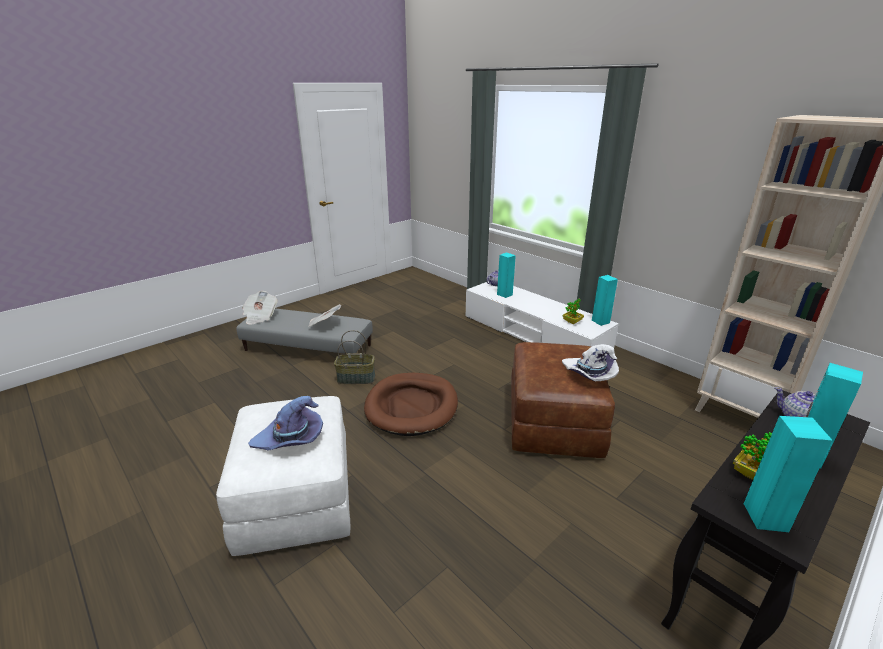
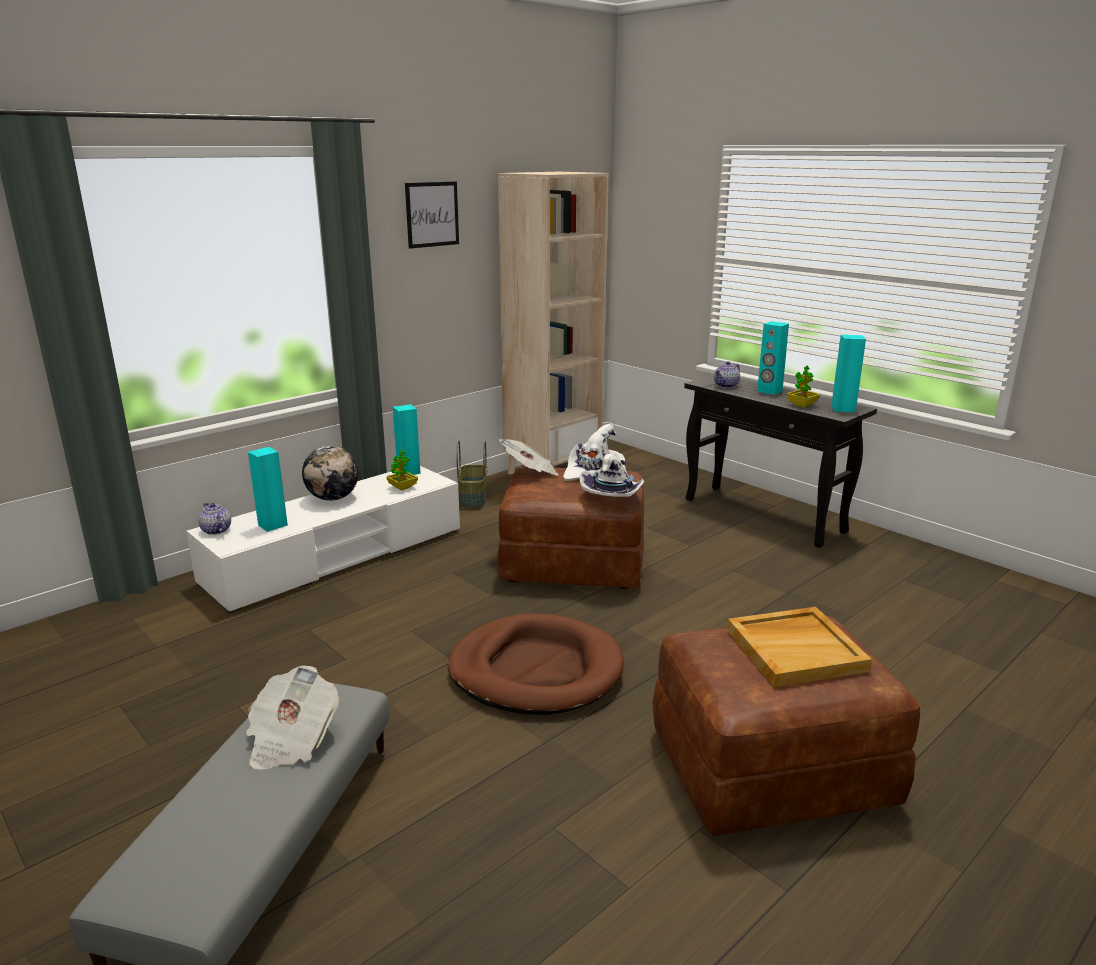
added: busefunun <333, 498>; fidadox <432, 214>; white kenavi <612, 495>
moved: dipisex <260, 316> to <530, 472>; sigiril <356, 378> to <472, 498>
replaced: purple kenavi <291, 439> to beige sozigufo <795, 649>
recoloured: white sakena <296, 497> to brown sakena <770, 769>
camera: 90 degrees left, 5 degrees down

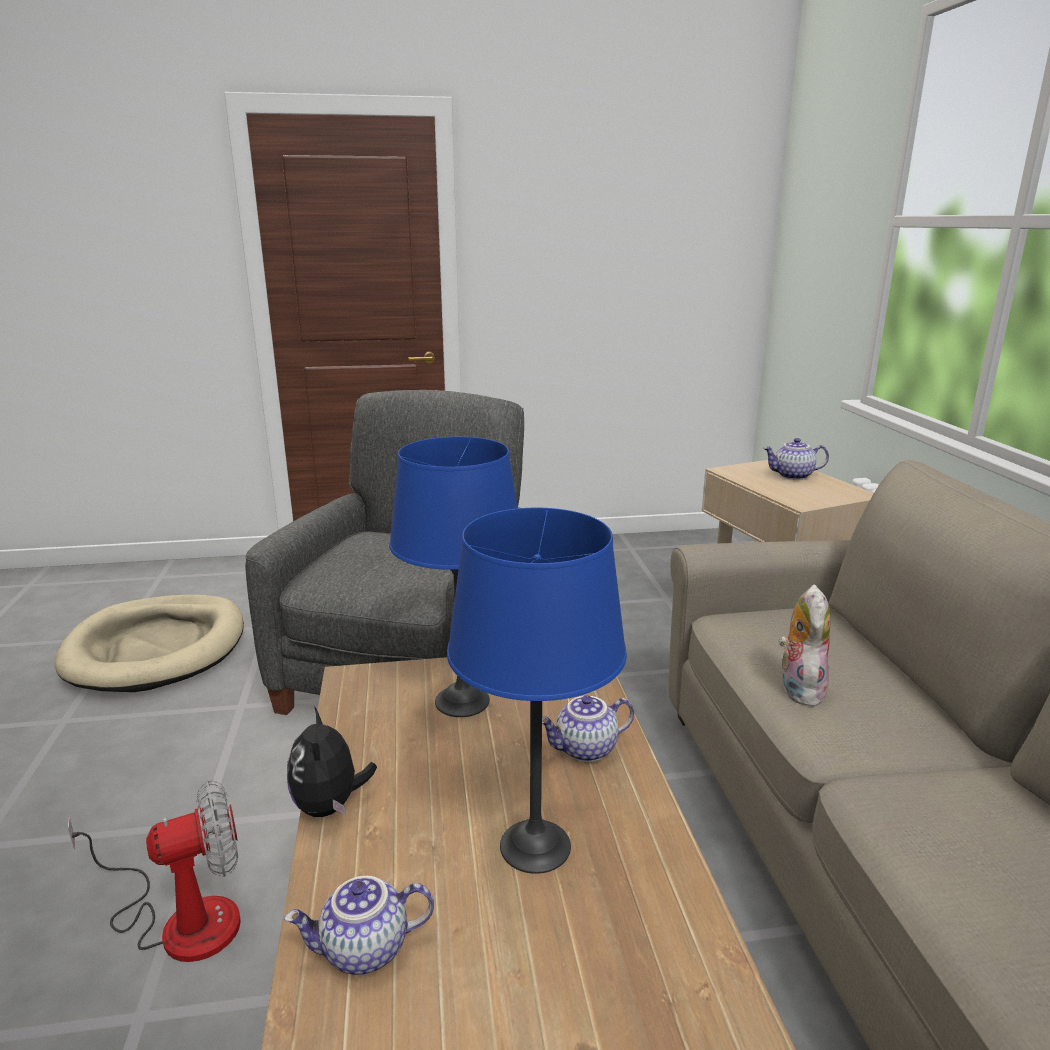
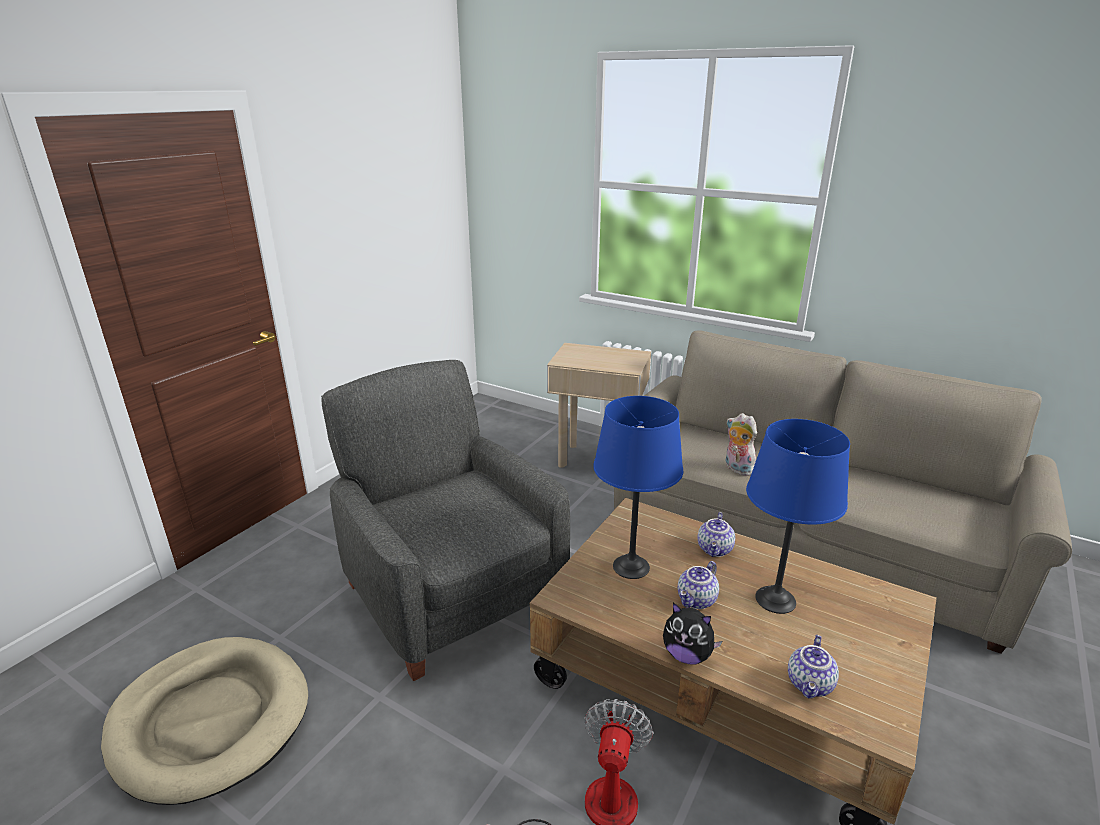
moved: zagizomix <792, 476> to <697, 600>
camera: 50 degrees left, 5 degrees up

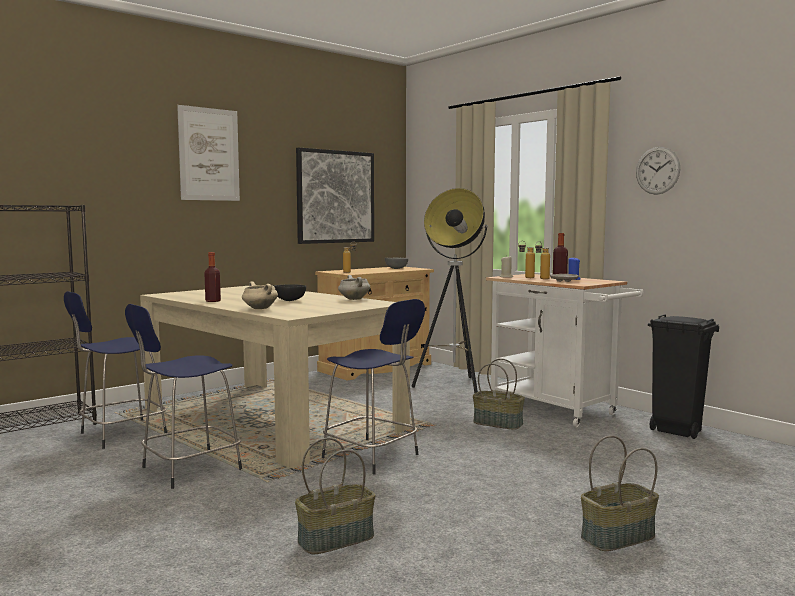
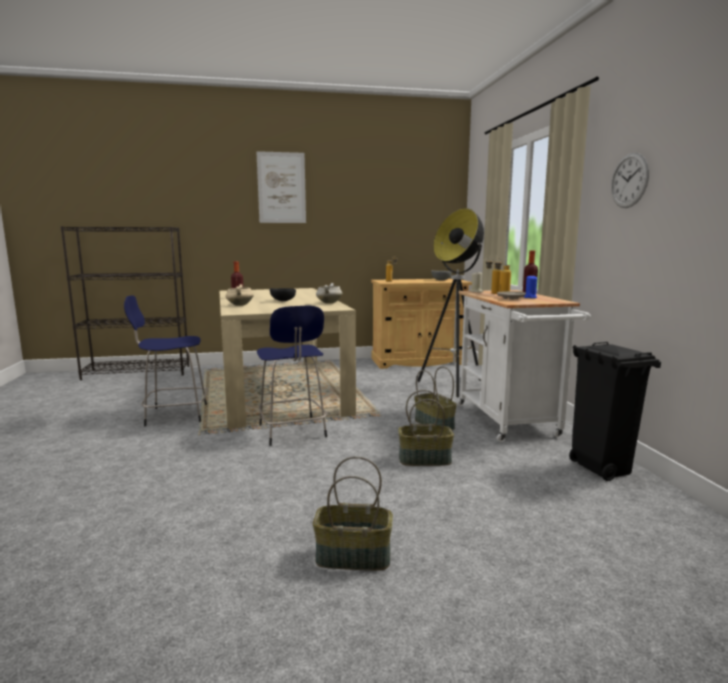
removed: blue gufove <120, 434>; fidadox <335, 197>
moved: sigiril <336, 538> to <425, 459>
camera: 30 degrees right, 5 degrees up

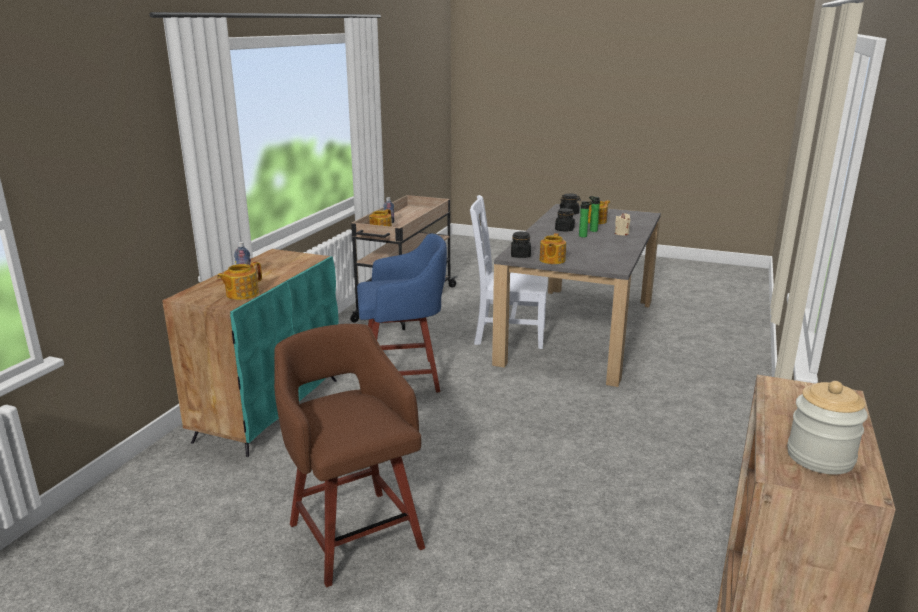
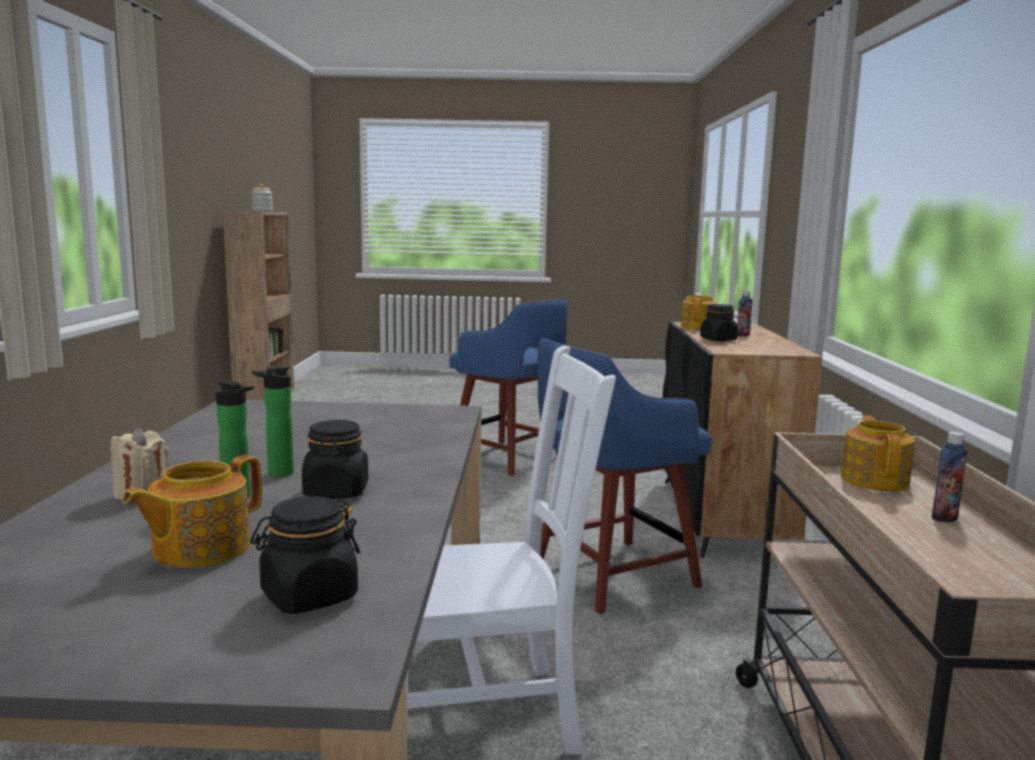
removed: zagizomix <551, 260>
moved: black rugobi <520, 255> to <718, 340>
recoloured: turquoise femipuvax <269, 408> to black femipuvax <722, 517>; brown gufove <354, 532> to blue gufove <508, 458>
camera: 160 degrees right, 10 degrees down

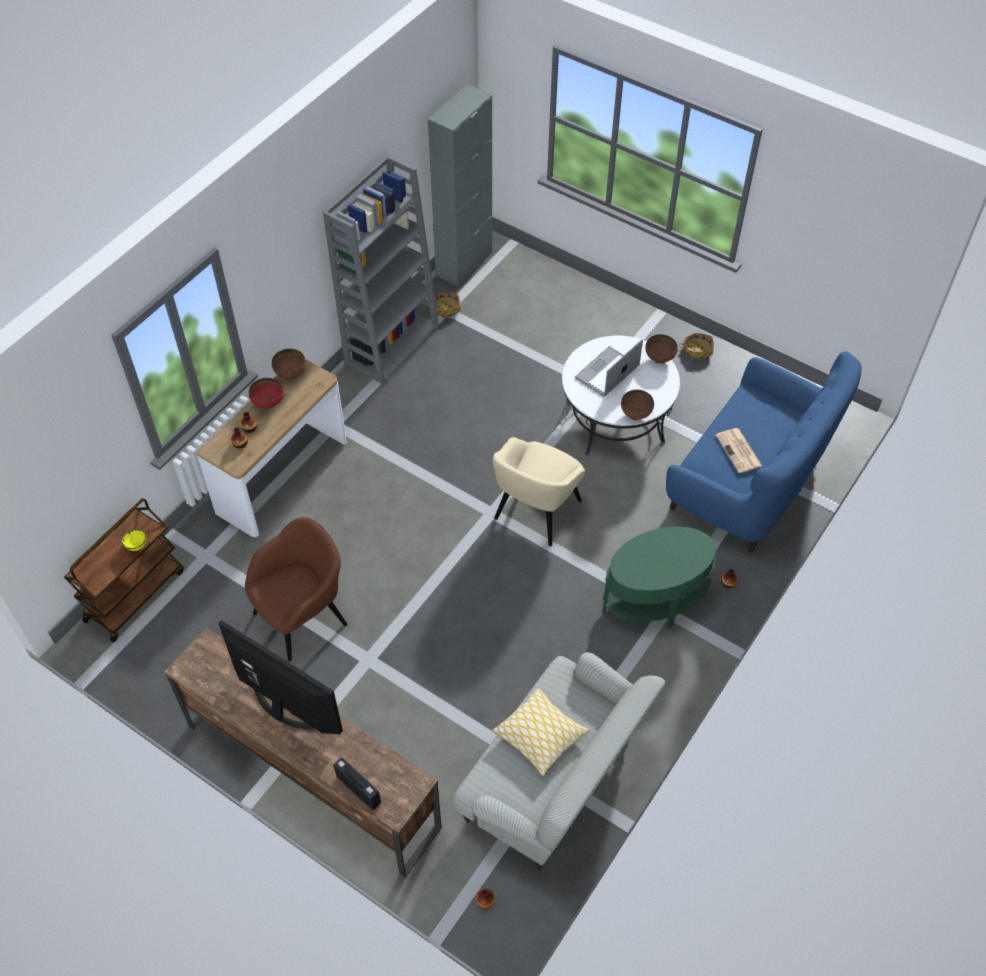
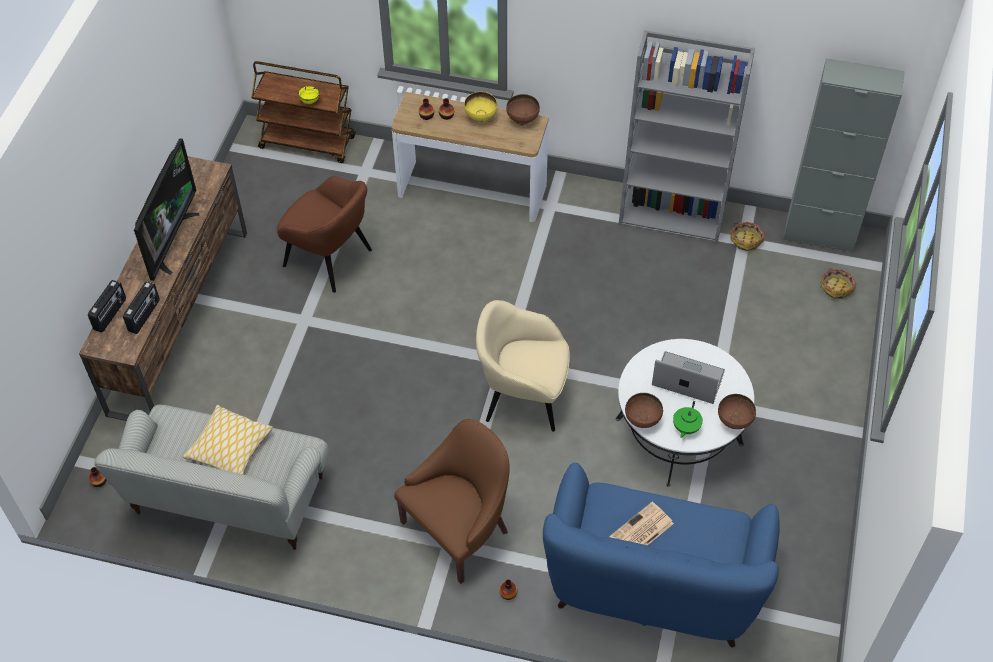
added: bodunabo <144, 316>; green zagizomix <685, 428>
moved: sigiril <697, 350> to <836, 287>
replaced: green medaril <654, 599> to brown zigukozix <459, 529>
recoloured: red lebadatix <268, 403> to yellow lebadatix <480, 117>
camera: 70 degrees right, 0 degrees up

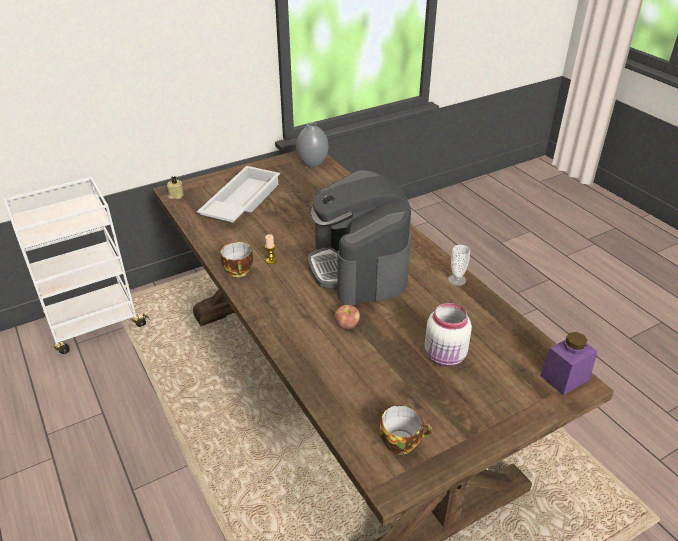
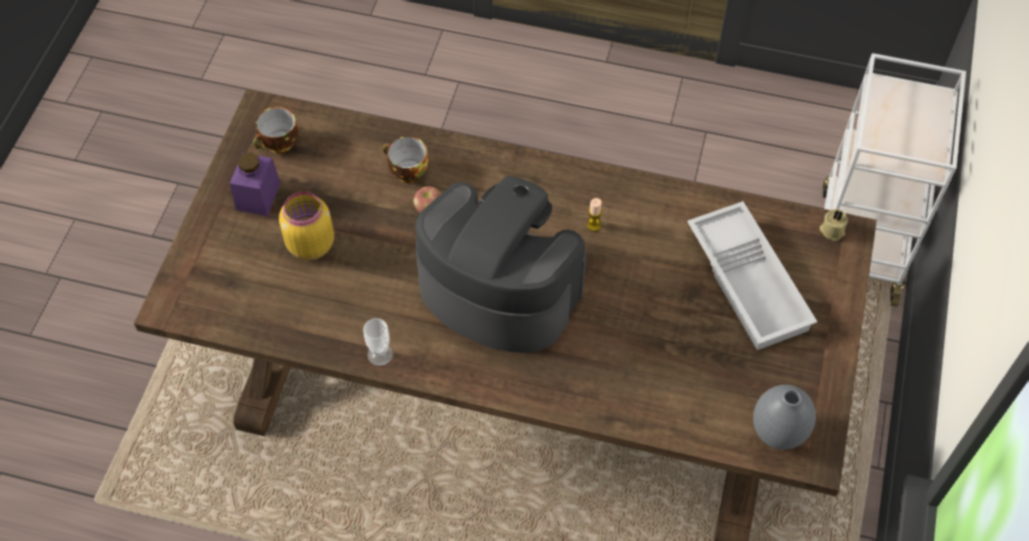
moved: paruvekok <239, 271> to <406, 171>; purple rugobi <564, 377> to <258, 196>
recoloured: white rugobi <445, 357> to yellow rugobi <309, 244>
camera: 135 degrees right, 20 degrees up

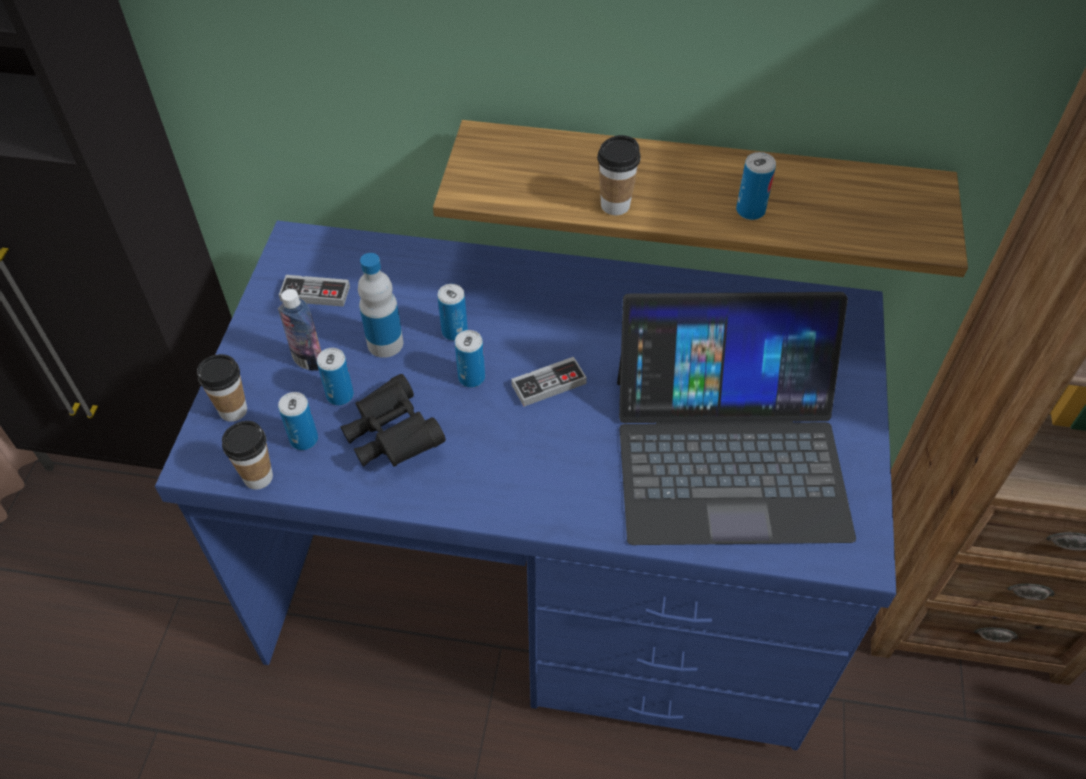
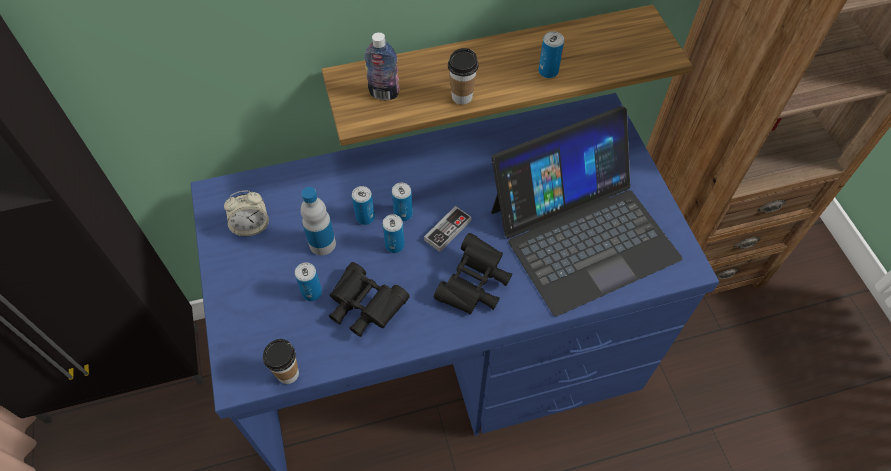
removed: paruvekok <233, 410>
added: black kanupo <474, 285>
moved: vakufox <308, 360> to <384, 94>; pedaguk <304, 439> to <403, 214>
replaced: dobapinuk <315, 293> to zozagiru <251, 226>
camera: 25 degrees left, 5 degrees up

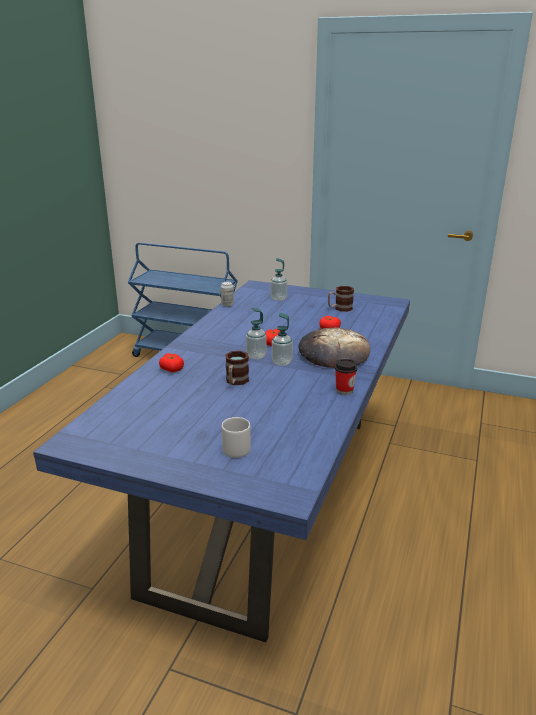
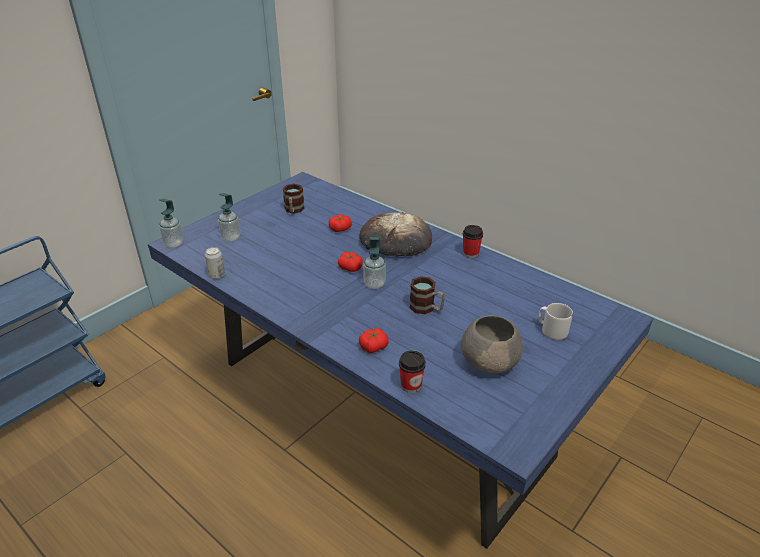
added: paruvekok <411, 385>; grey lebadatix <490, 361>
moved: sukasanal <282, 362> to <174, 243>
camera: 70 degrees left, 10 degrees up

